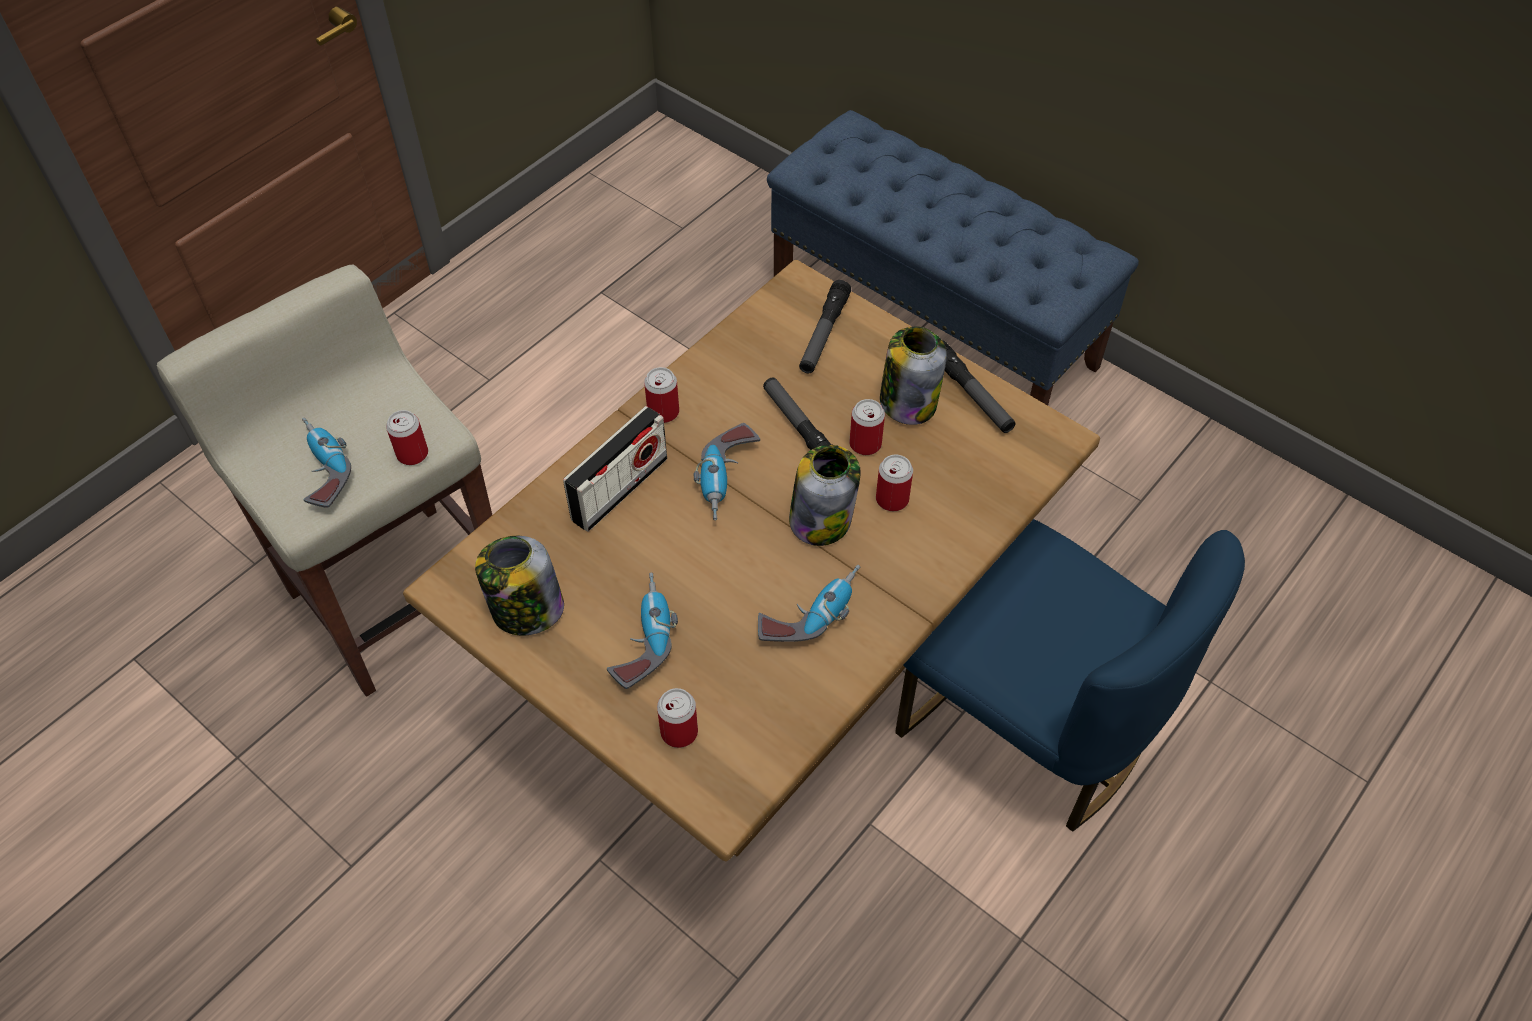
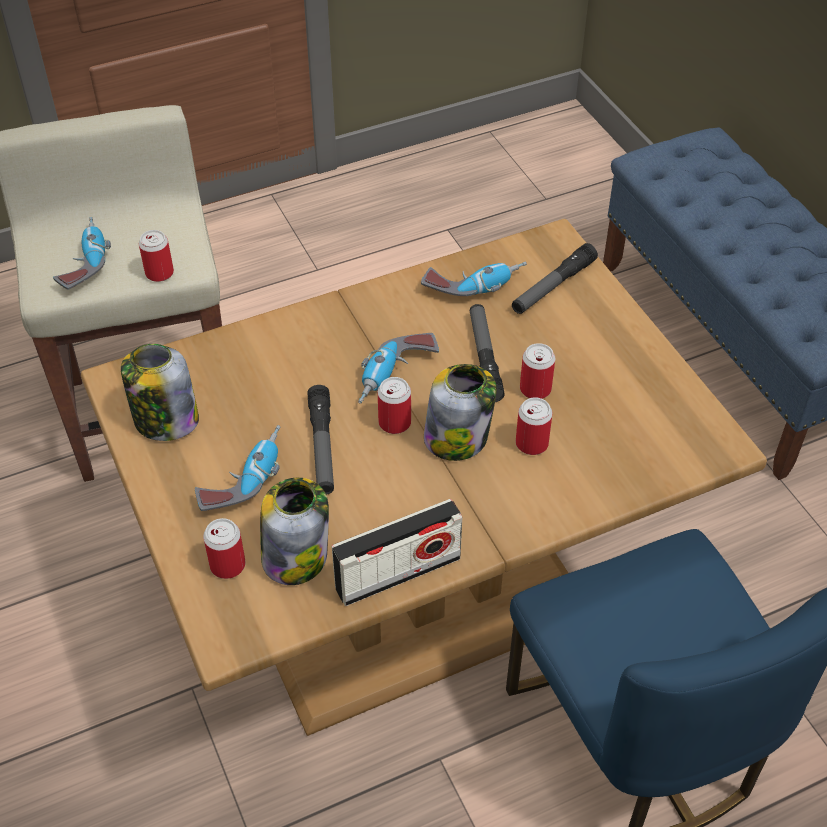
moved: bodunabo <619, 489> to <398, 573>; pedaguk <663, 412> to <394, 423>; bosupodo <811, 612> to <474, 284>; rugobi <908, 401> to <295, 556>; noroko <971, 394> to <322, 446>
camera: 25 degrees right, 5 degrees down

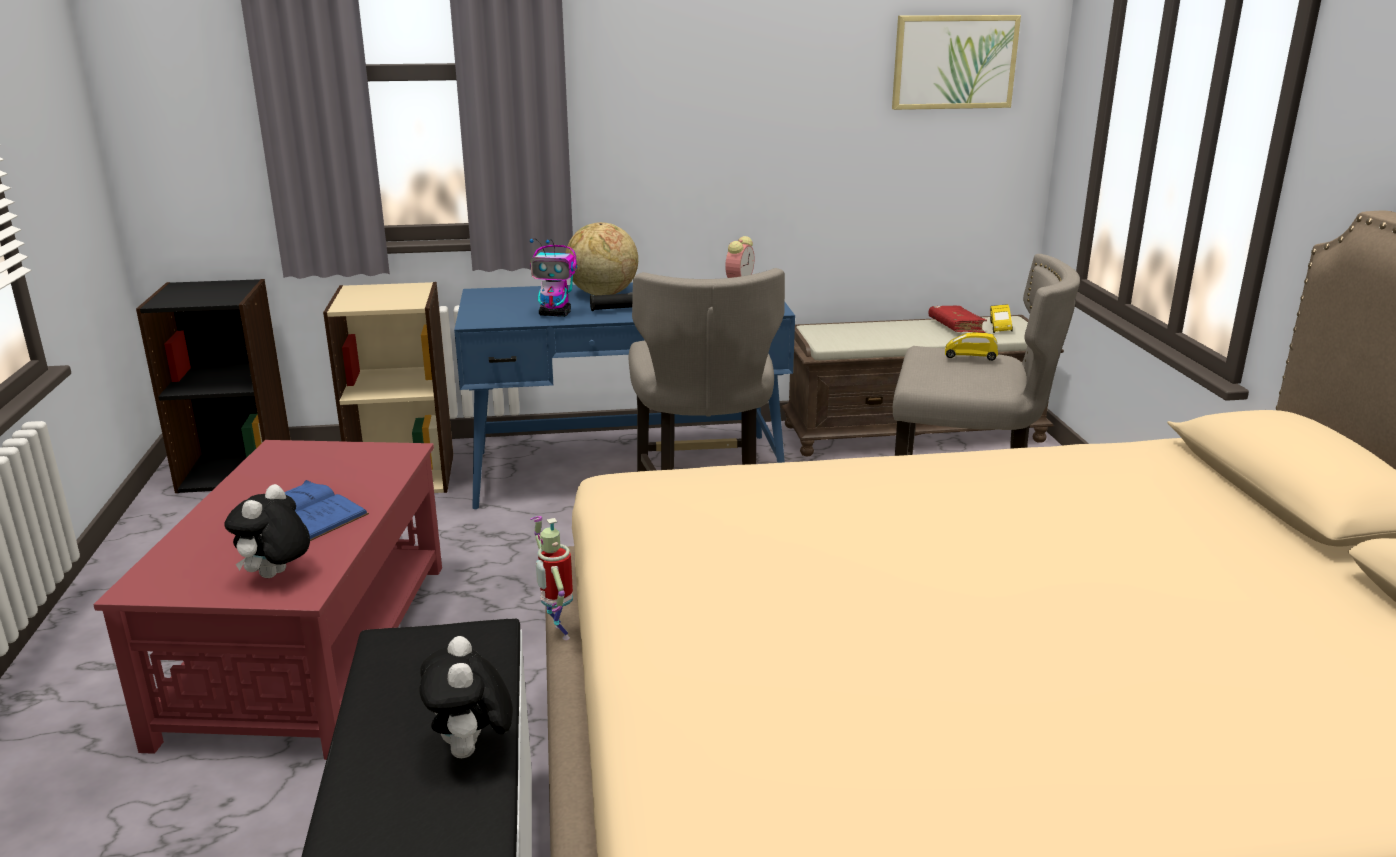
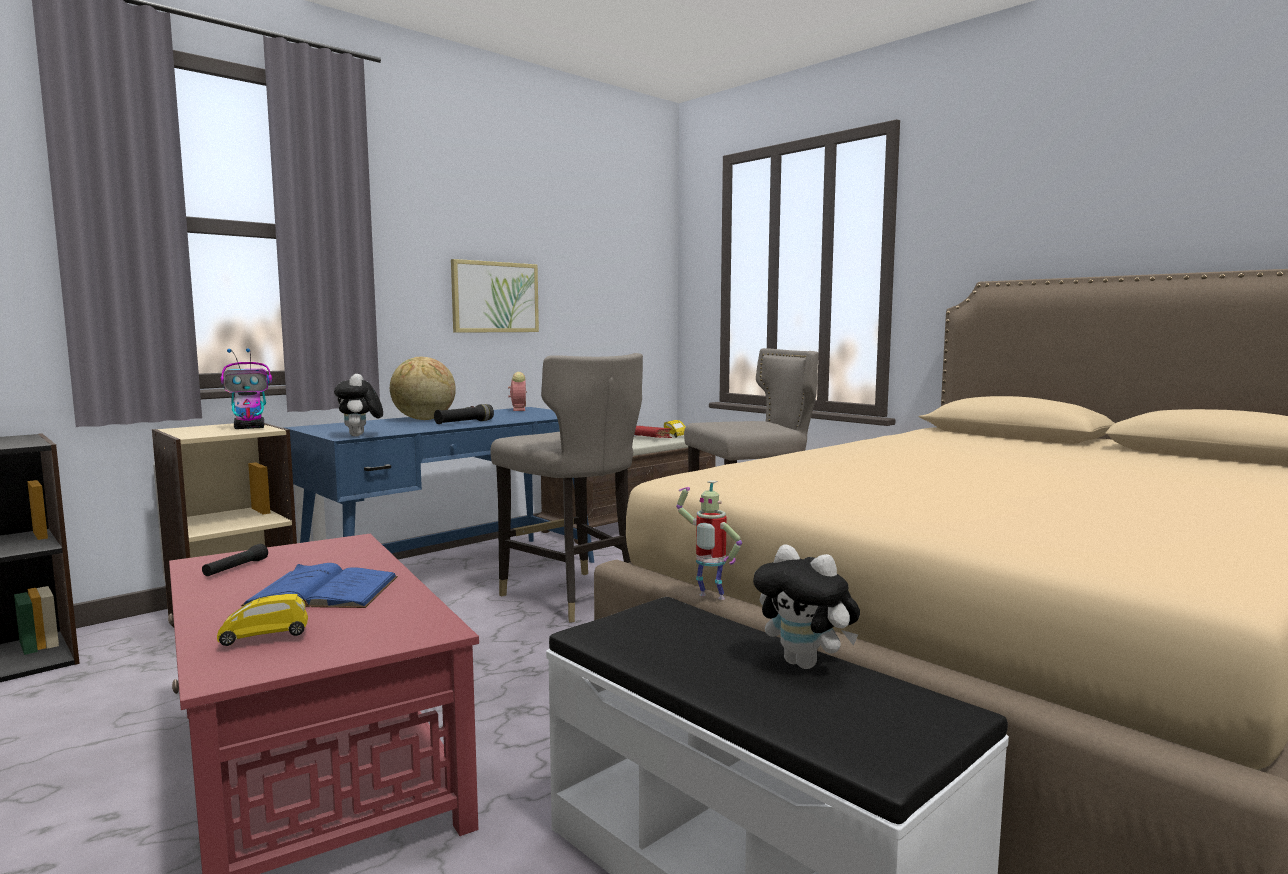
added: black noroko <236, 568>
moved: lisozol <276, 576> to <360, 435>; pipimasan <555, 314> to <250, 428>; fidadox <954, 62> to <495, 297>; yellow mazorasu <970, 358> to <265, 638>
camera: 35 degrees left, 15 degrees down

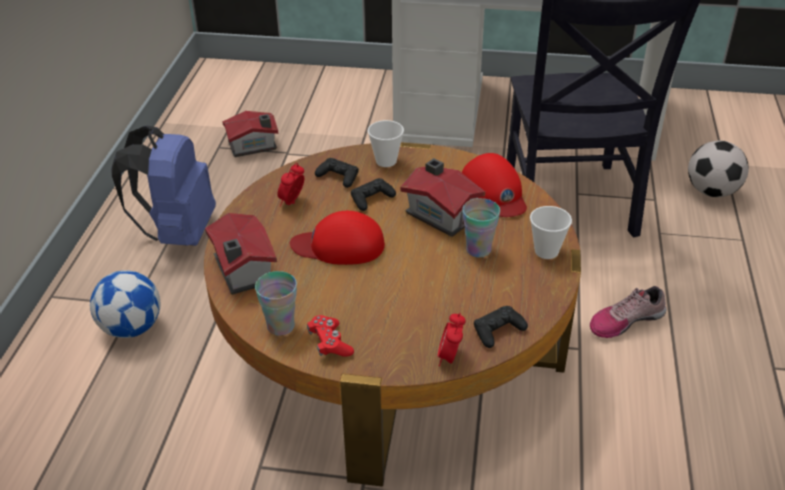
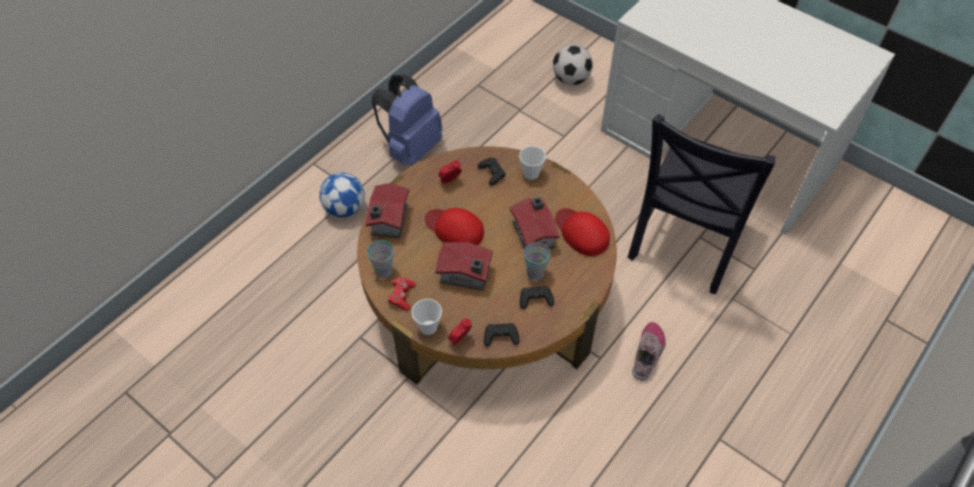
moved: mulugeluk <254, 146> to <466, 276>; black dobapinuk <371, 199> to <535, 299>; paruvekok <546, 251> to <428, 327>; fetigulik <711, 191> to <571, 79>
turned: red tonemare <494, 192> = <581, 232> 135 degrees clockwise; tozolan <625, 320> = <648, 353> 105 degrees clockwise
camera: 30 degrees right, 15 degrees up

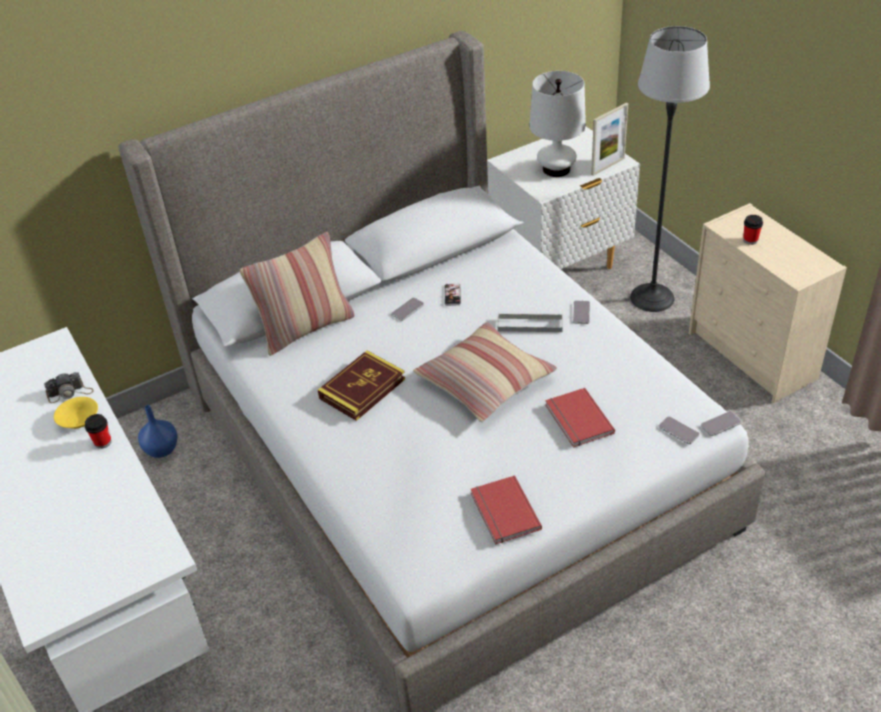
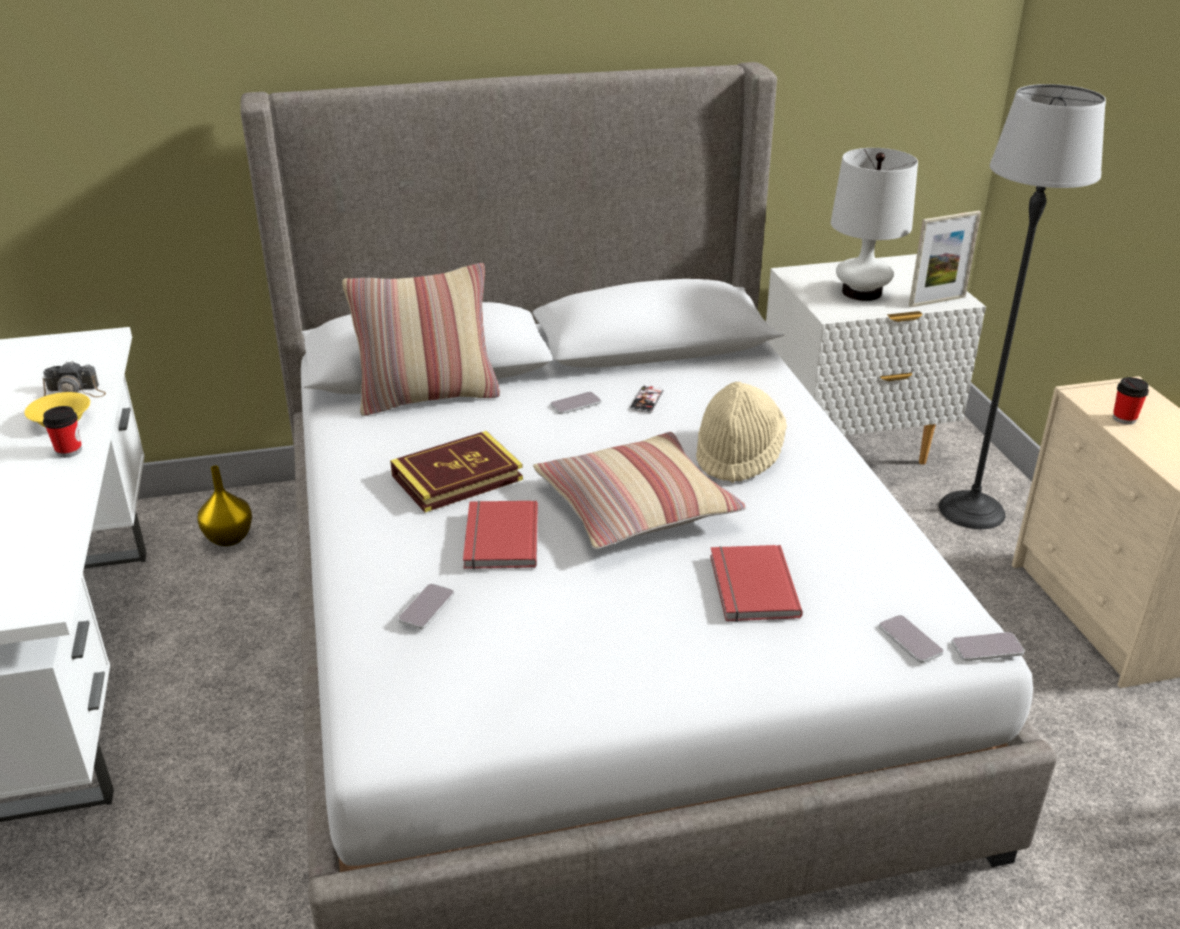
moved: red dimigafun <503, 512> to <498, 538>; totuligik <581, 313> to <426, 607>
replaced: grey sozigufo <530, 325> to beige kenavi <738, 455>
recoloured: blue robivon <162, 449> to yellow robivon <230, 538>
camera: 15 degrees right, 10 degrees down

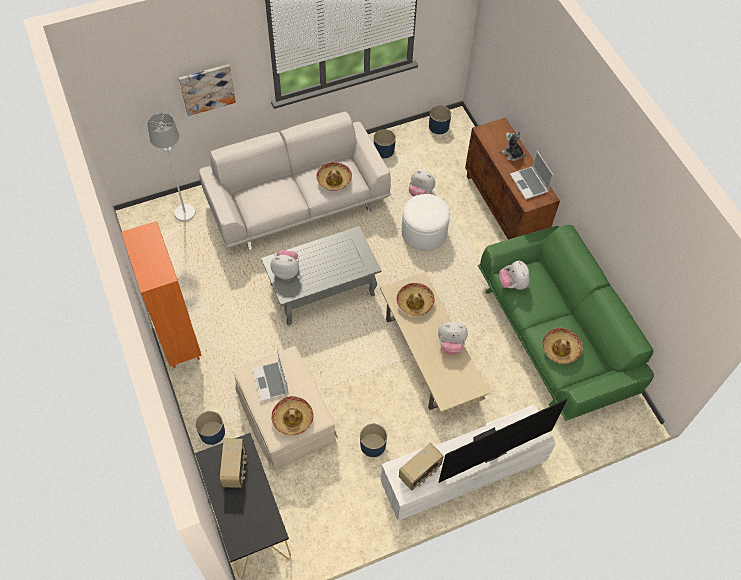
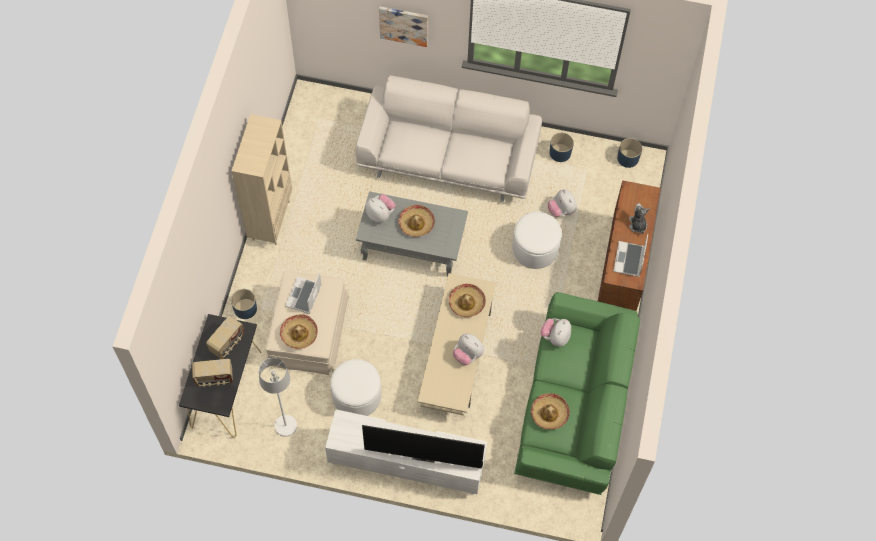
moved: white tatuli <185, 213> to <286, 425>; kenavi <334, 179> to <416, 223>; bodunabo <420, 472> to <214, 378>
replaced: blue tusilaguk <373, 445> to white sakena <357, 395>
recoloured: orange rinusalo <178, 341> to beige rinusalo <270, 220>
camera: 35 degrees right, 5 degrees up

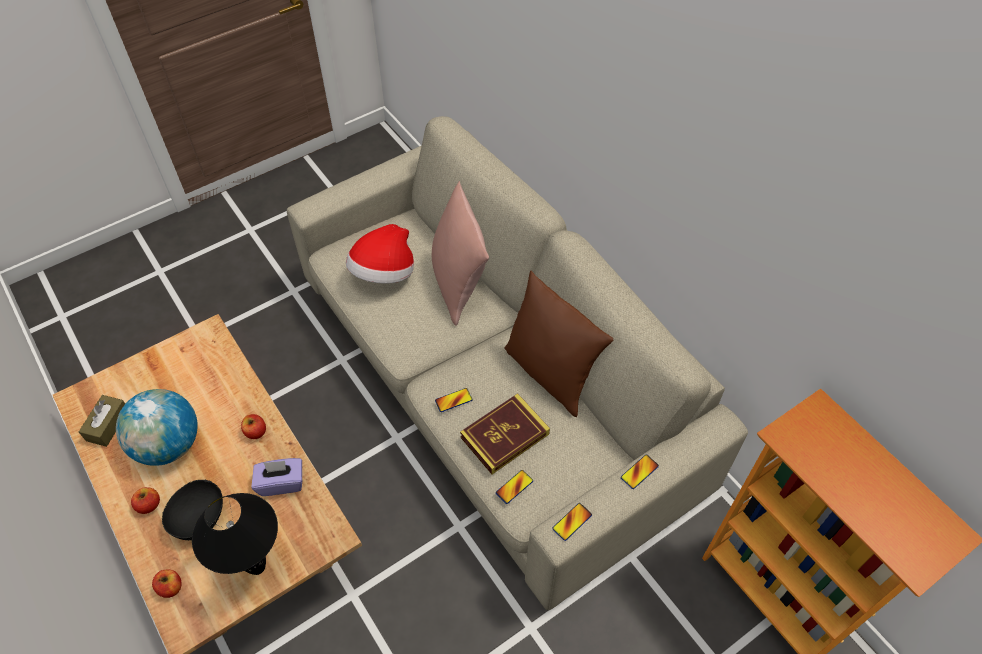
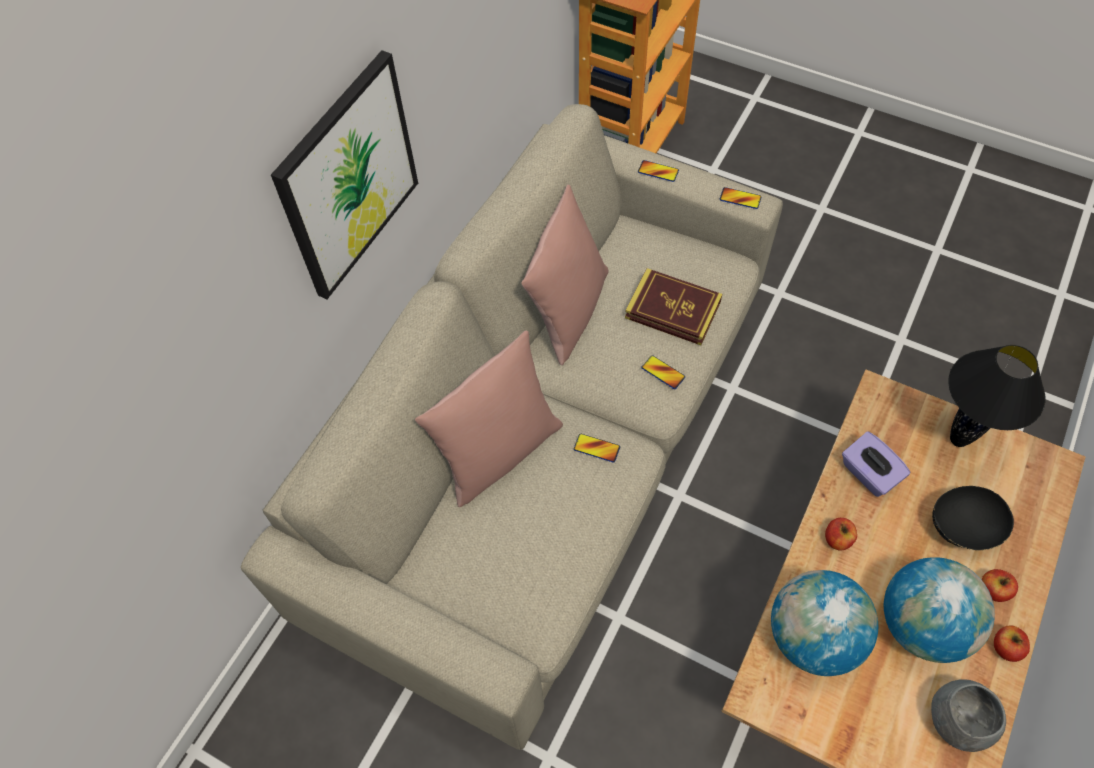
removed: kenavi <384, 273>
added: fidadox <348, 177>; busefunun <812, 636>
moved: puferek <171, 587> to <1005, 647>; totuligik <514, 487> to <596, 448>
replaced: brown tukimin <108, 425> to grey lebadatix <957, 721>
recoloured: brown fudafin <550, 373> to pink fudafin <568, 312>
camera: 115 degrees left, 5 degrees up

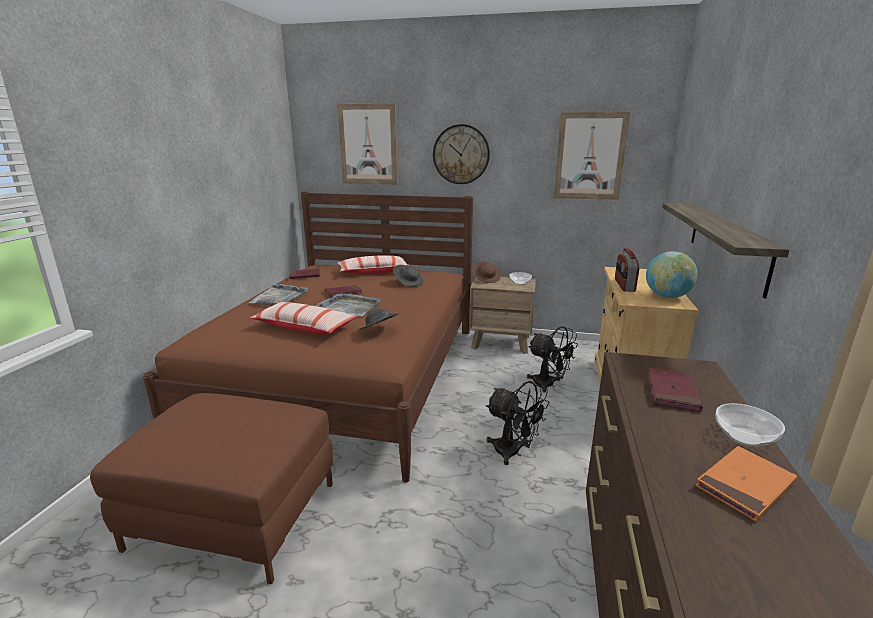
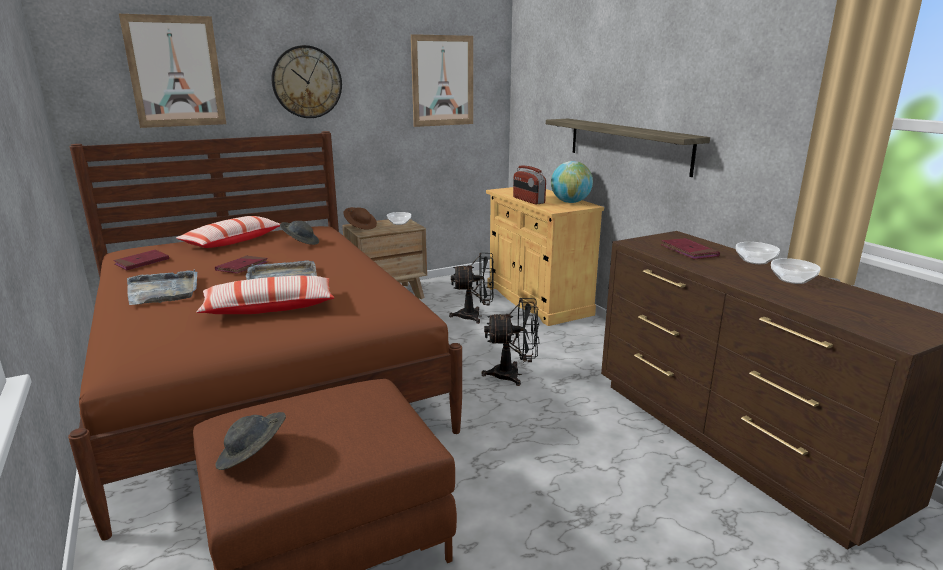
moved: grey kenavi <379, 331> to <253, 456>
replaced: orange dimigafun <745, 485> to lebadatix <792, 280>
camera: 40 degrees left, 0 degrees up

